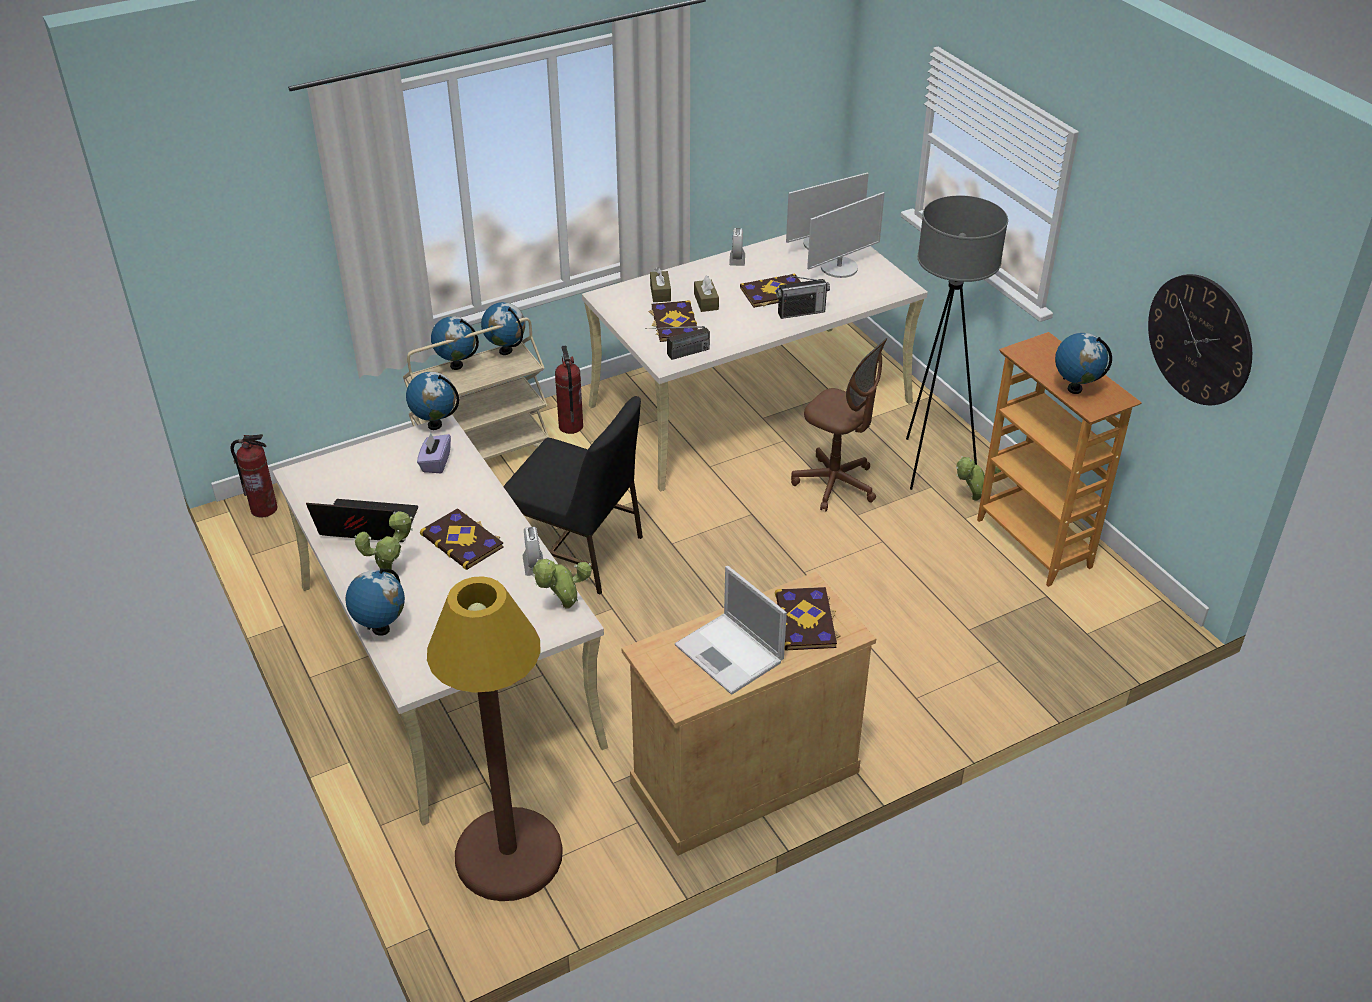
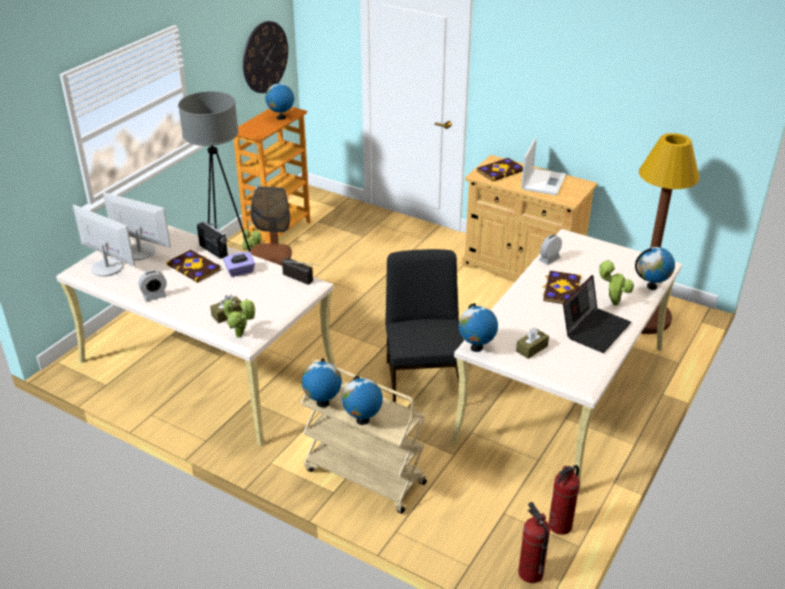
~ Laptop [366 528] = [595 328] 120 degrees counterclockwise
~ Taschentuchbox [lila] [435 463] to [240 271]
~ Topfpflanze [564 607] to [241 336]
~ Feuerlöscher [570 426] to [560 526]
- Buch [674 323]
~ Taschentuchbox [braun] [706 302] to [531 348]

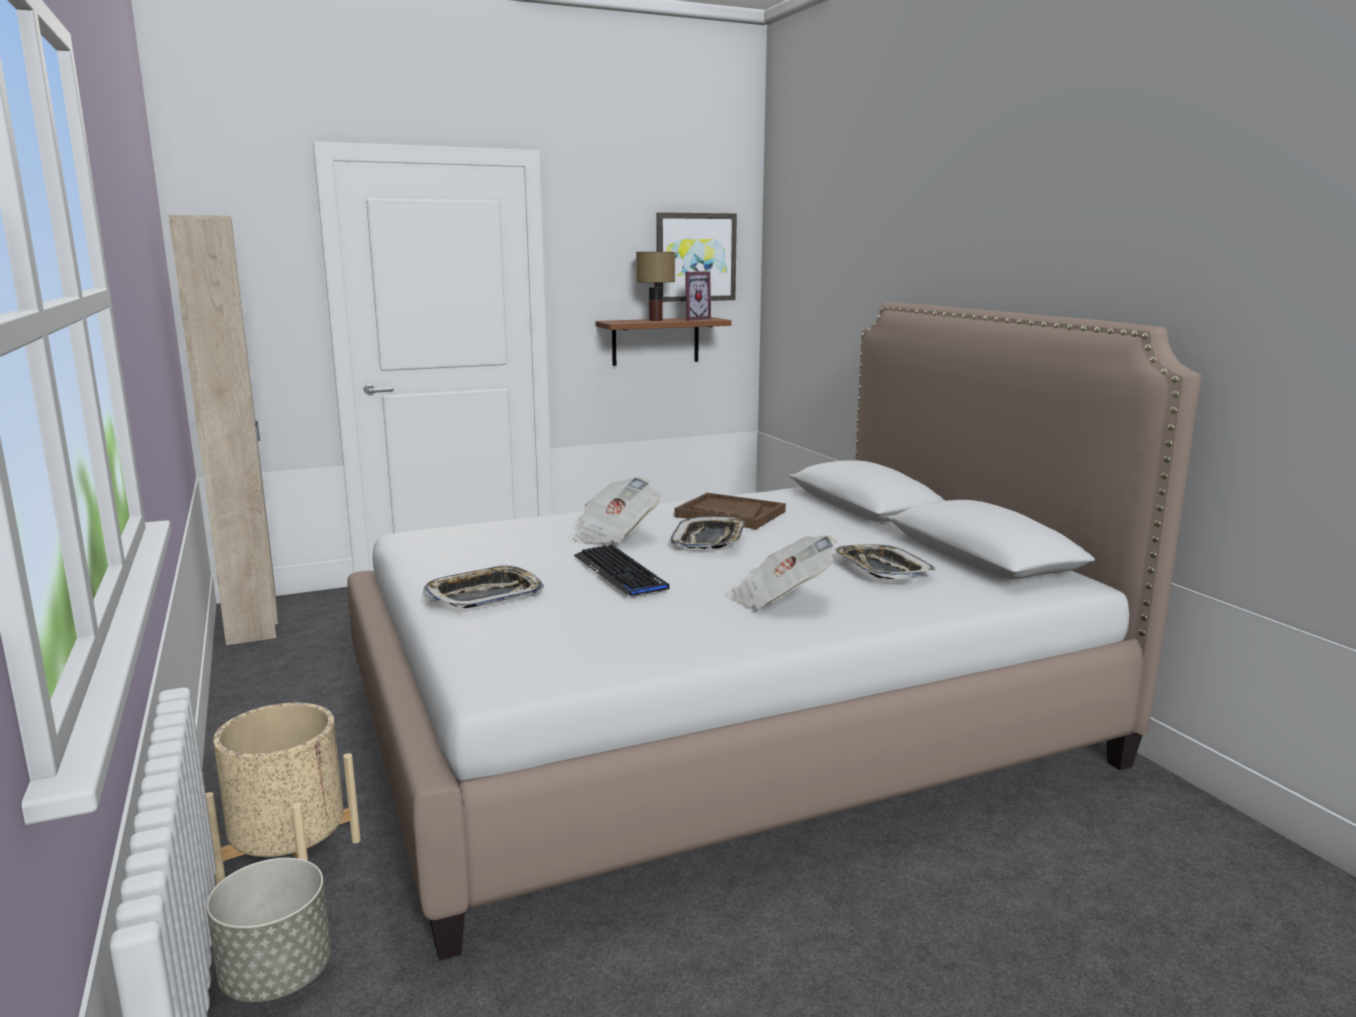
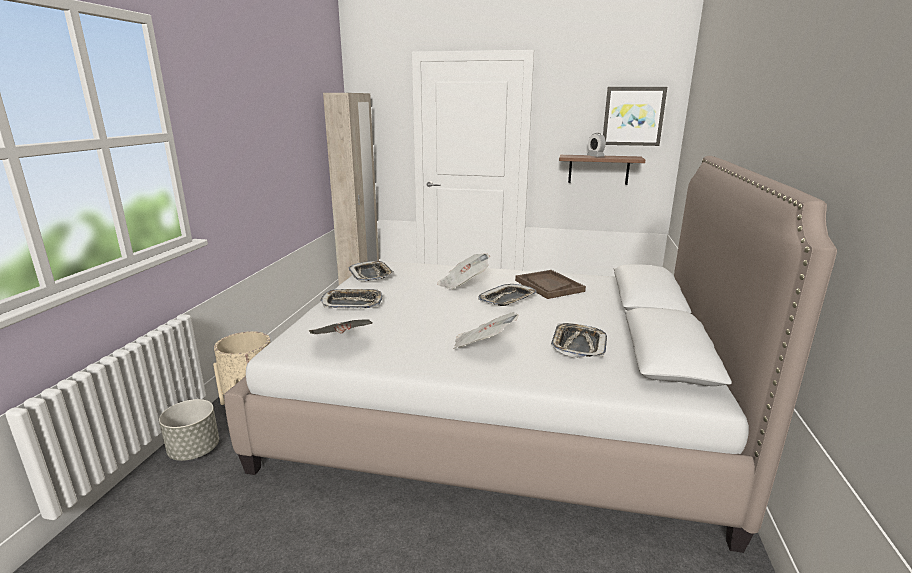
- Tastatur [620 572]
~ Tischlampe [656 320] to Wecker [595 156]
- Bilderrahmen [693 319]
+ Zeitung [342 343]
+ Tablett [371 275]

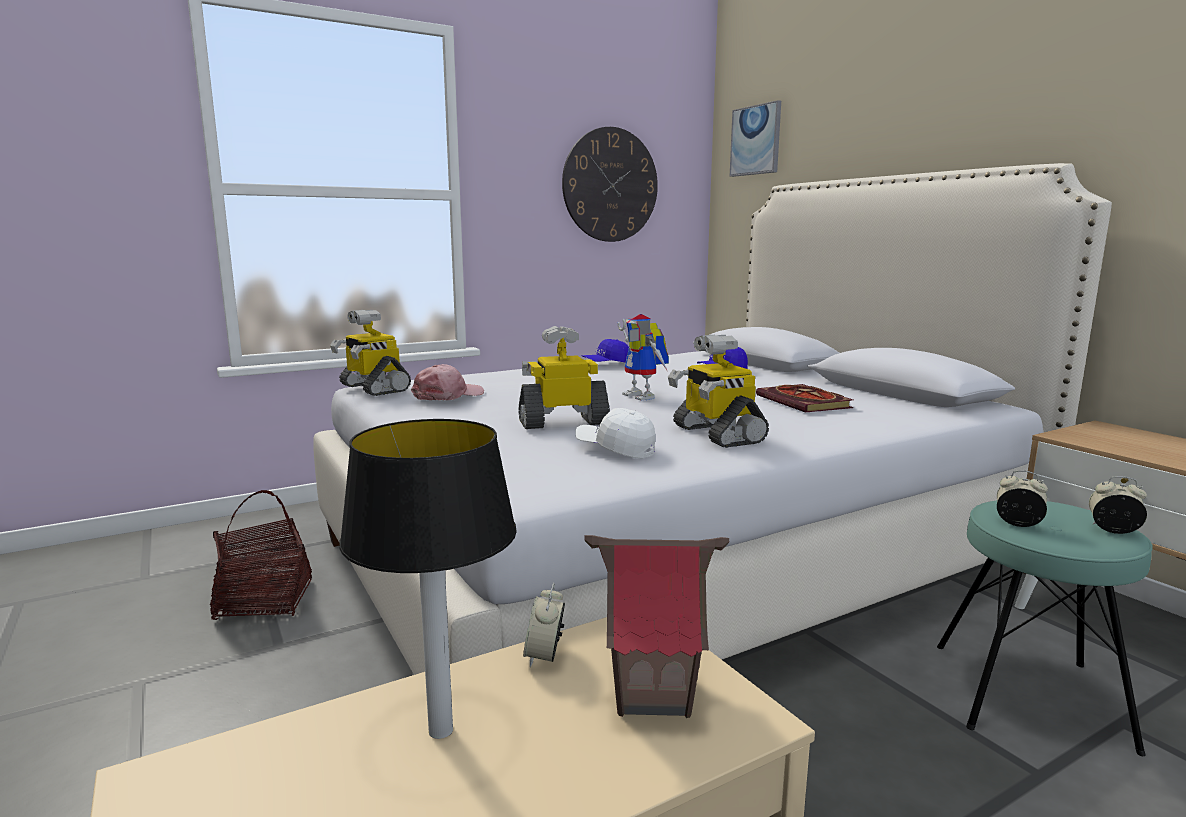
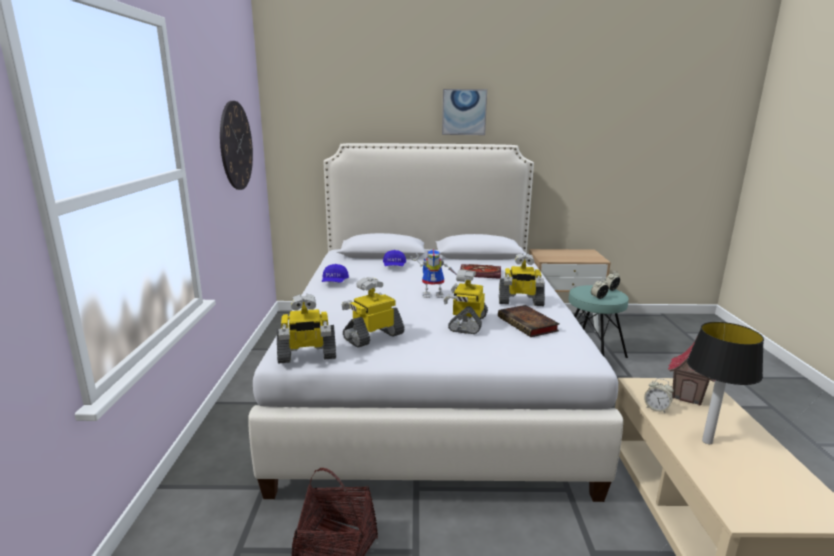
~ Kappe [rosa] [448 395] to Spielzeugroboter [373 336]
~ Kappe [weiß] [615 449] to Buch [529 325]
~ Bild [756 140] to [464 112]

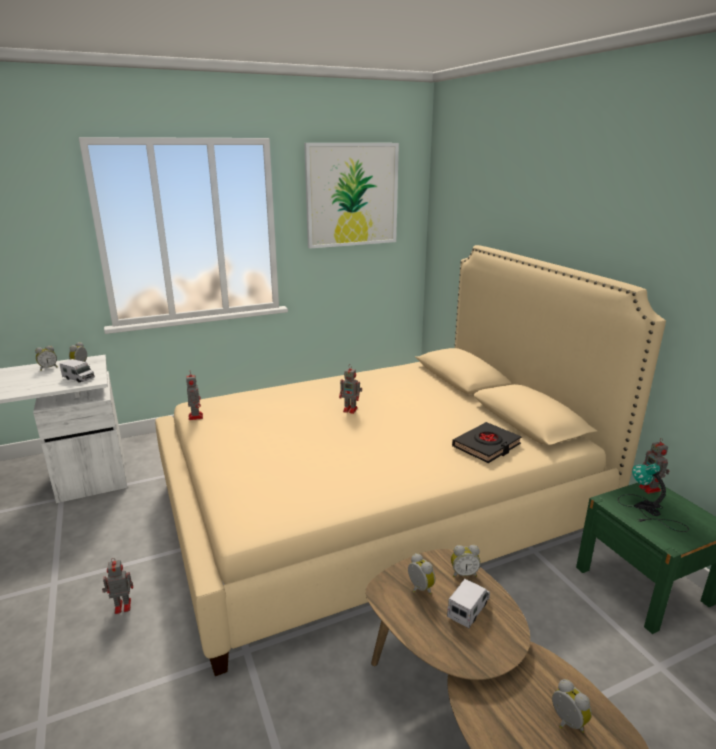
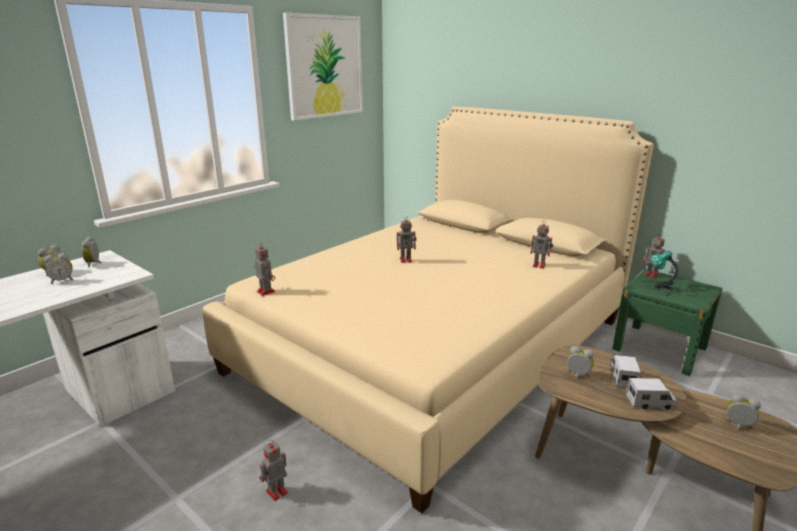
~ Spielzeuglaster [79 378] to [650 403]
~ Wecker [463 573] to [62 280]
~ Buch [schwarz] [486 446] to Spielzeugroboter [540 265]

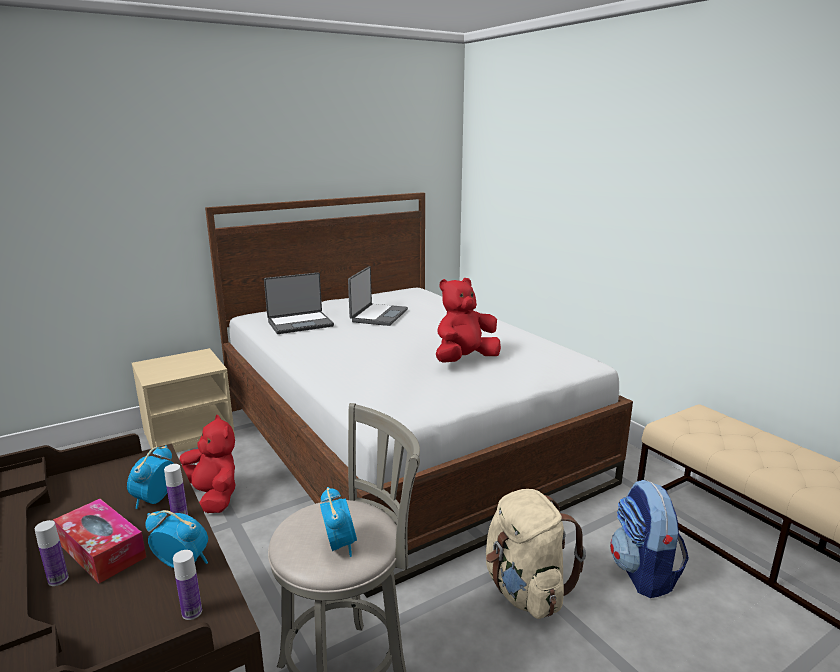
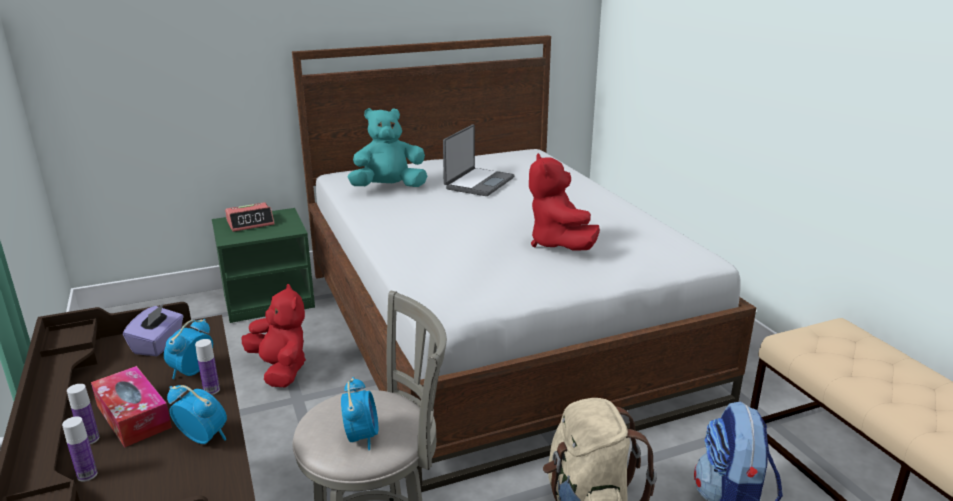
~ Nachttisch [beige] [189 433] to Nachttisch [grün] [269 299]
~ Flasche [192 612] to [87 475]
~ Laptop [300 323] to Plüschtier [türkis] [388 187]
~ Plüschtier [rot] [464 360] = [559 244] 75 degrees counterclockwise
+ Taschentuchbox [lila] [158 344]
+ Wecker [250 223]

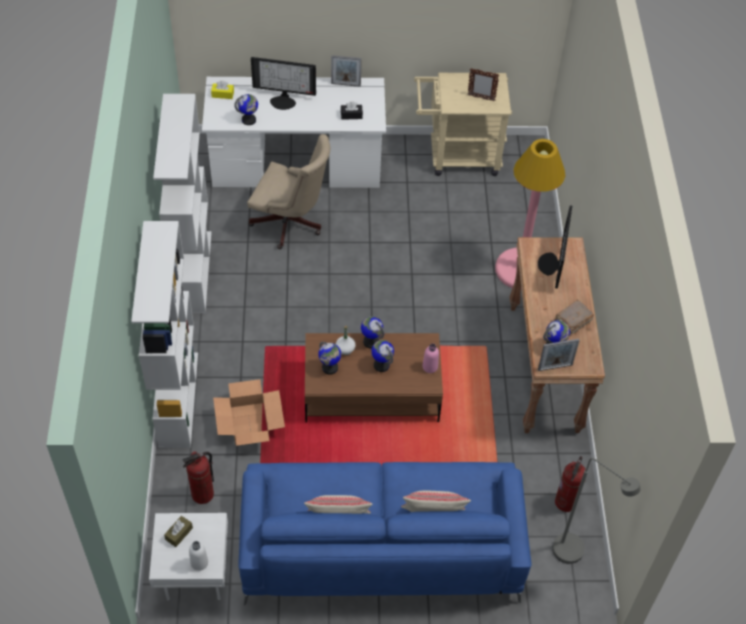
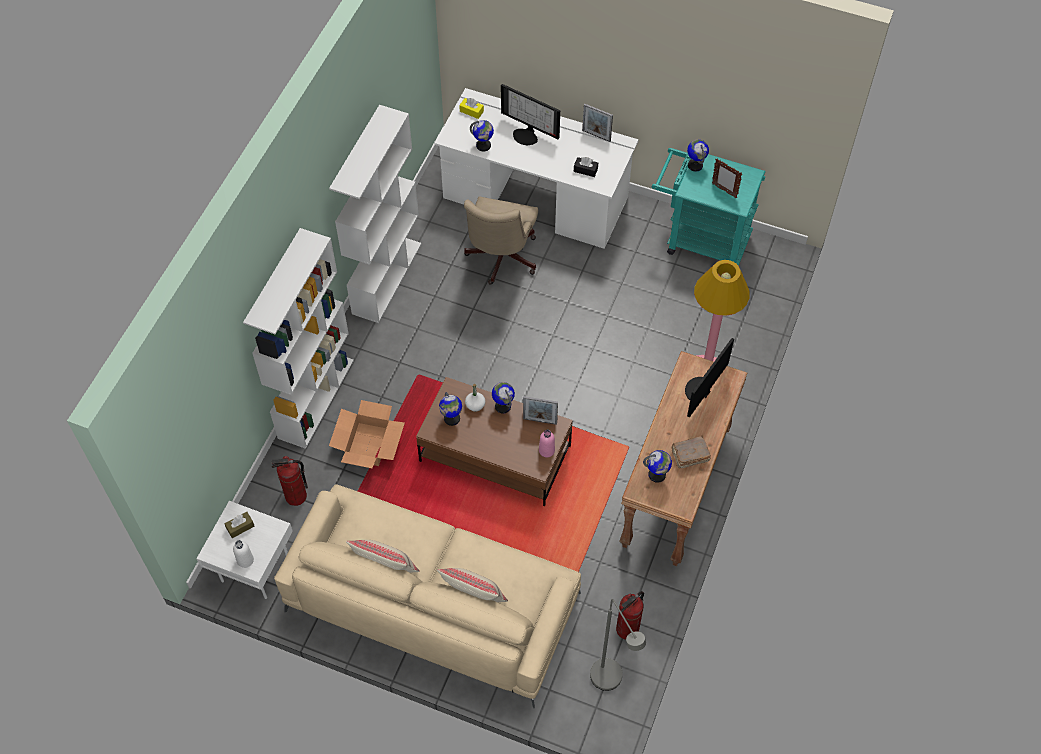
~ Sofa [blau] [380 544] to Sofa [beige] [432 603]
~ Bürostuhl [beige] [291 224] = [500 259] 60 degrees clockwise
~ Globus [381 365] to [695 165]
~ Rollwagen [beige] [457 156] to Rollwagen [türkis] [700 239]
~ Bilderrahmen [555 367] to [540 421]

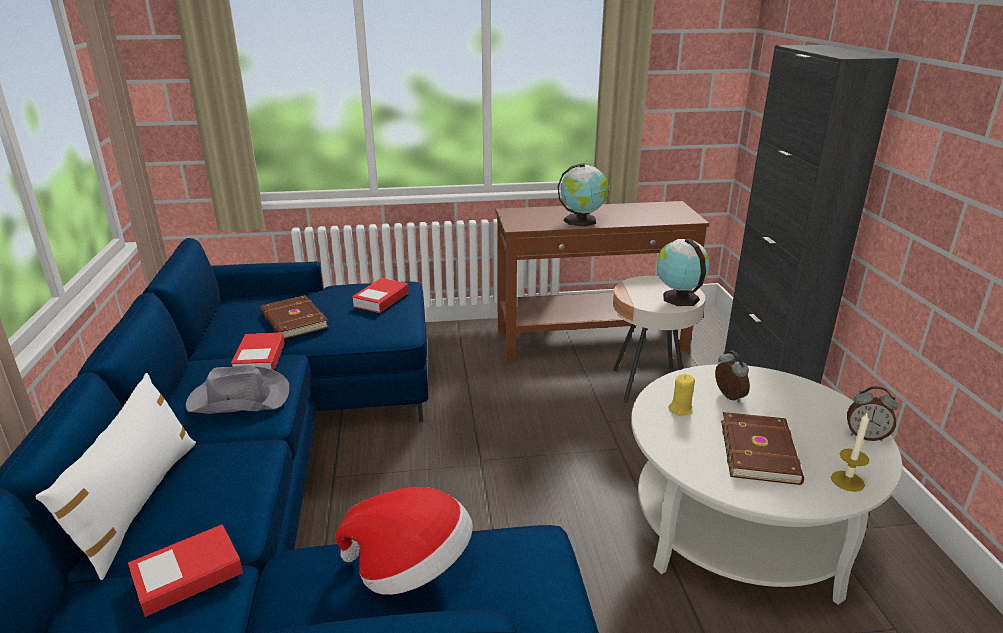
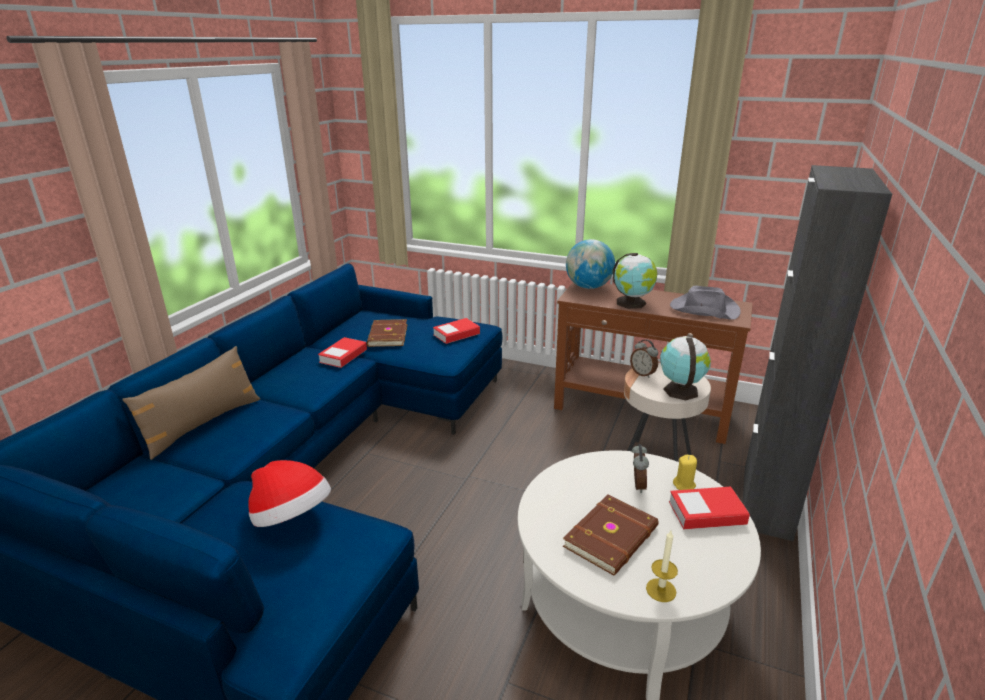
~ Kissen [weiß] [137 503] to Kissen [braun] [203 424]
~ Buch [188 576] to [707 513]
~ Hut [grau] [238 398] to [703 309]
~ Kerze [gelb] [680 409] to [684 485]
~ Wecker [865 436] to [643 374]
+ Globus [588 287]

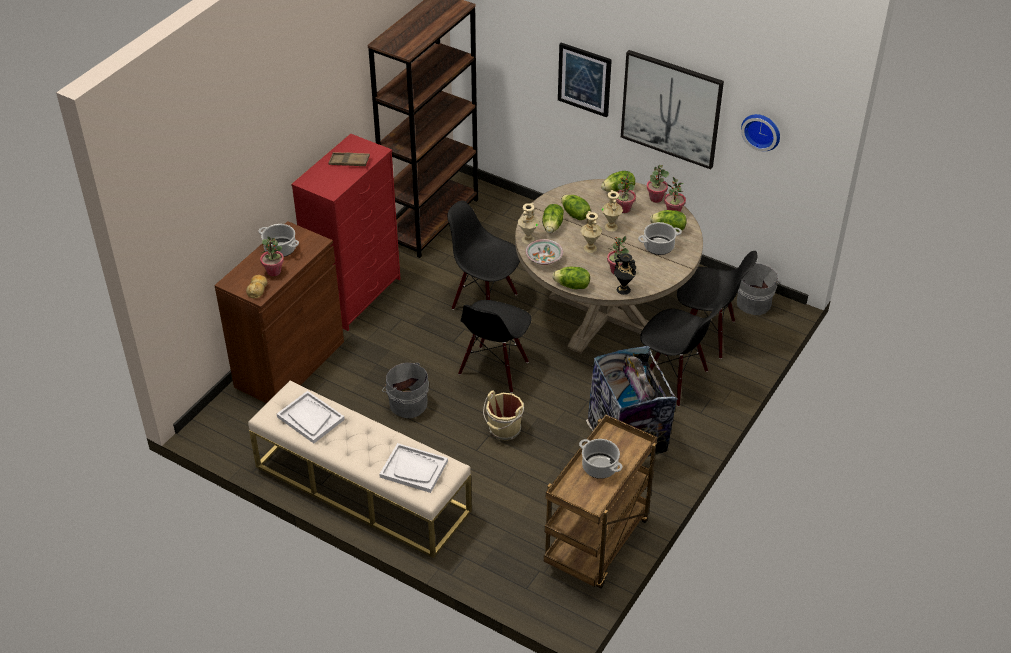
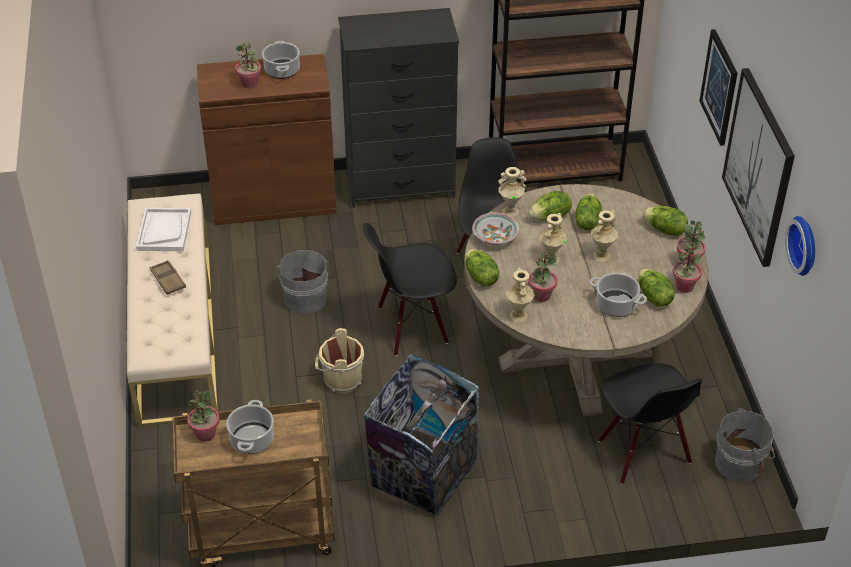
- Brot [257 289]
~ Kommode [rot] [356 295] to Kommode [schwarz] [401 185]
~ Tablett [braun] [349 162] to [168 280]
- Tablett [weiß] [414 469]
~ Vase [schwarz] [623 290] to Vase [beige] [518 315]
~ Topfpflanze [624 209] to [205 434]
- Stuhl [schwarz] [673 379]

